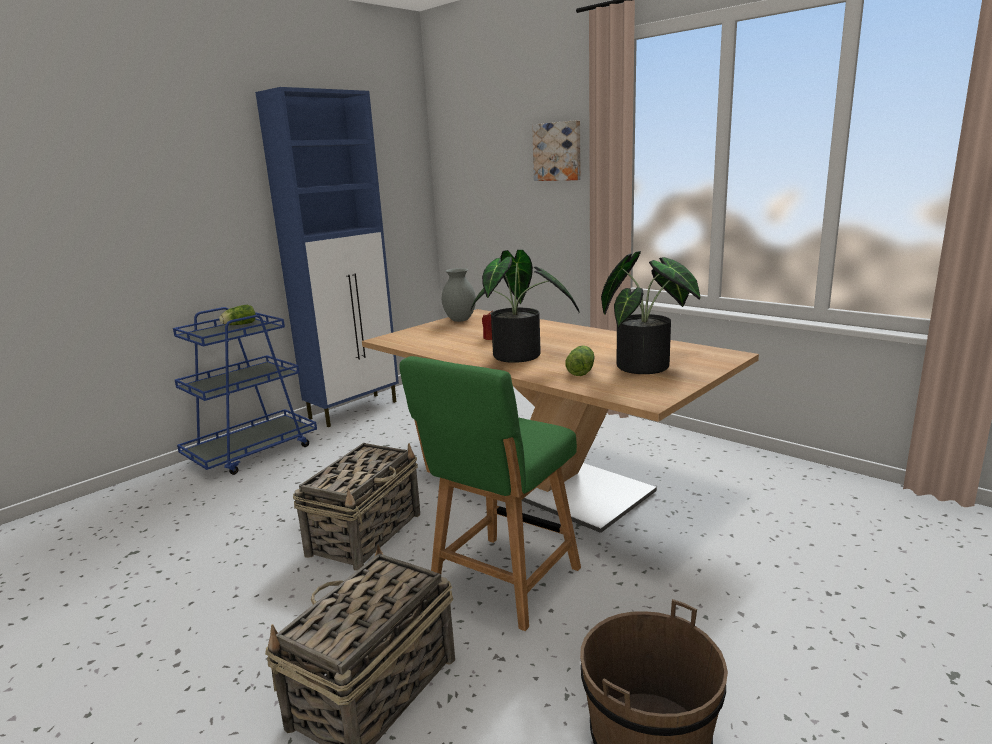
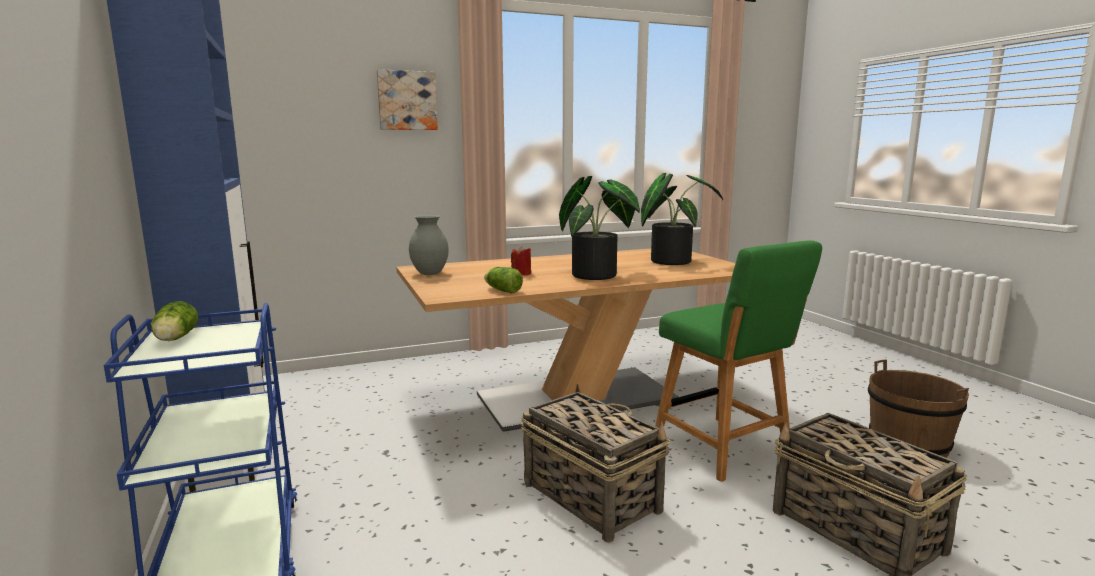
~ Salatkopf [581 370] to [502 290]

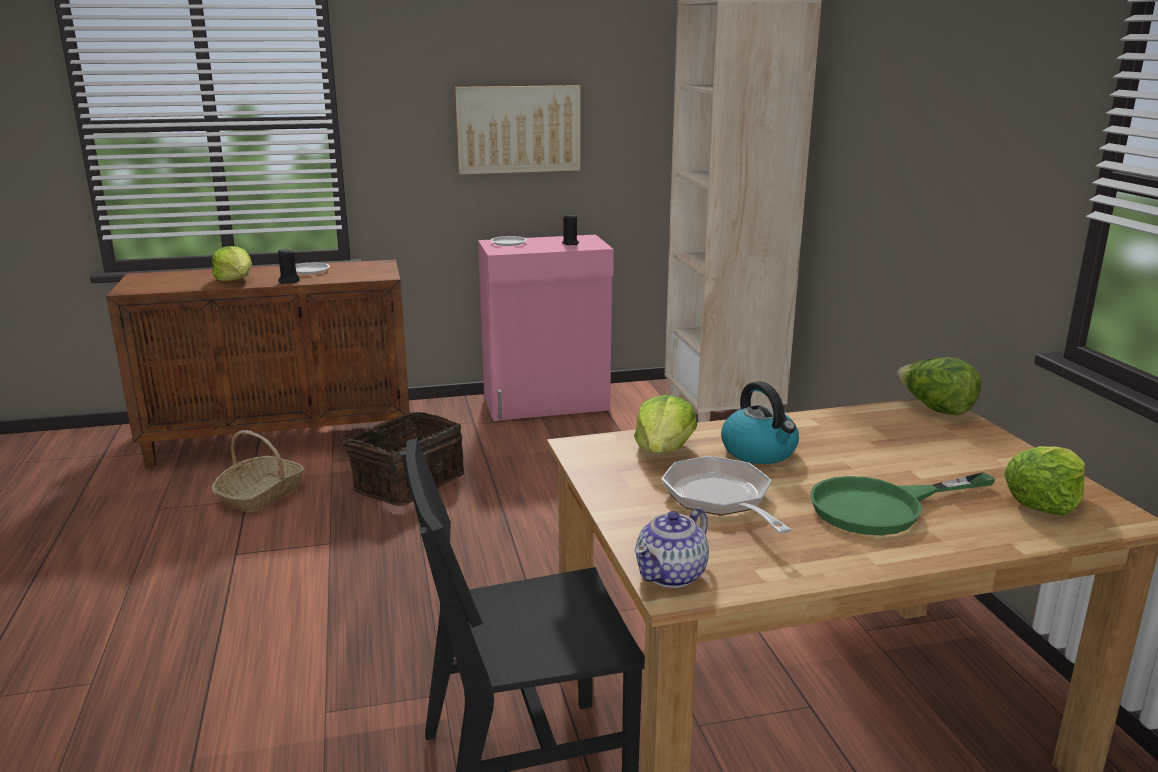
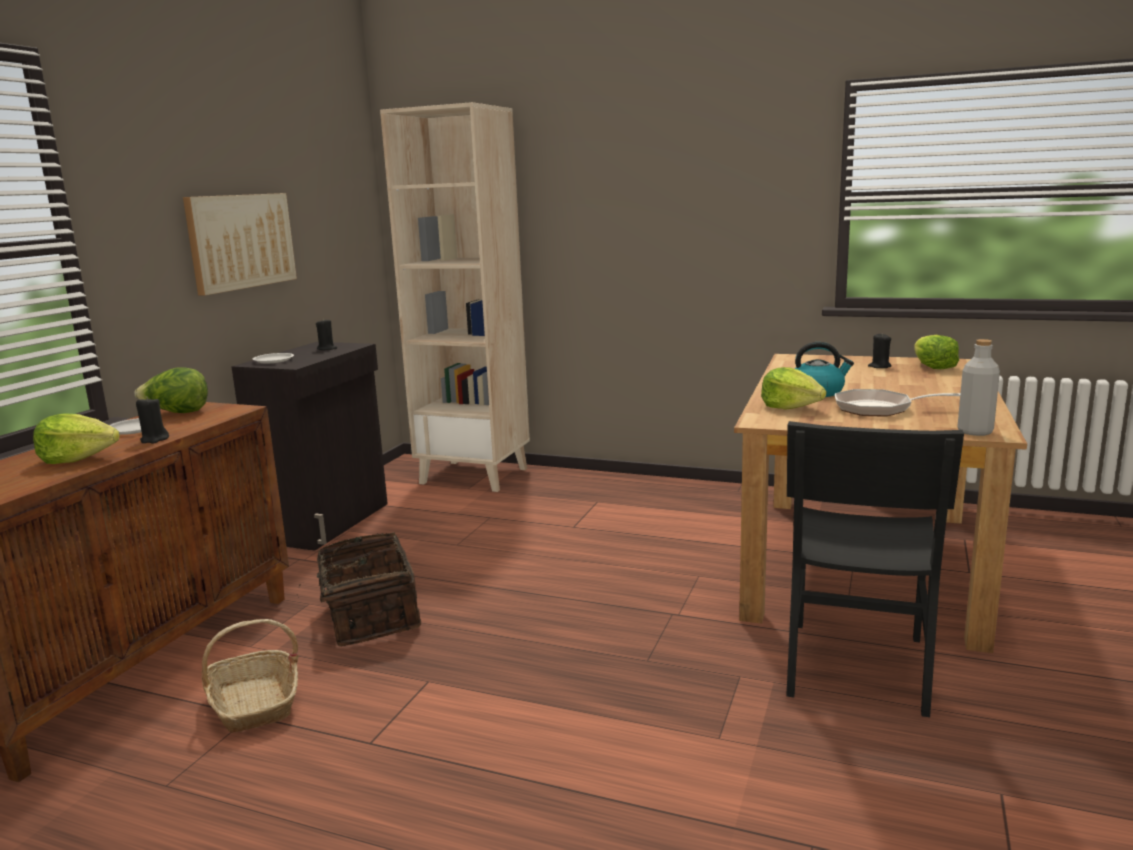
~ Schrank [rosa] [547 404] to Schrank [schwarz] [328 522]
~ Teekanne [672 574] to Flasche [grau] [975 431]
- Pfanne [grün] [882 507]
~ Salatkopf [935 409] to [177 413]
+ Kerze [schwarz] [879 366]

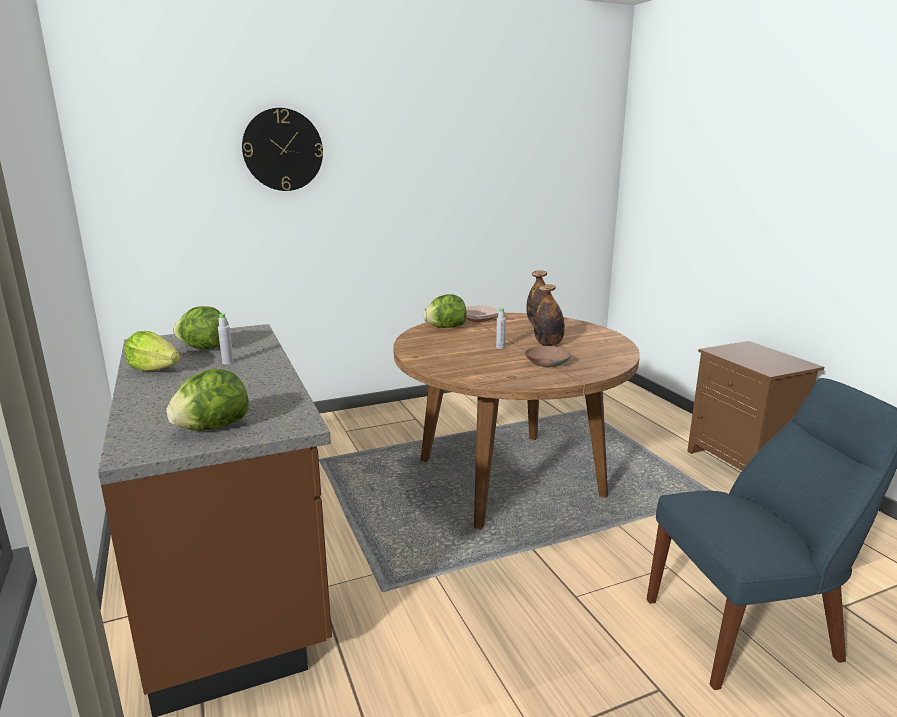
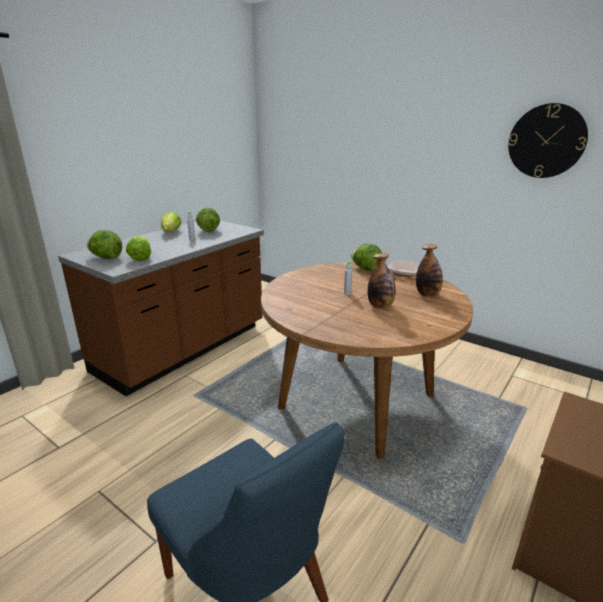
~ Wanduhr [283 150] to [546 141]
- Schüssel [braun] [546 362]
+ Salatkopf [140 258]

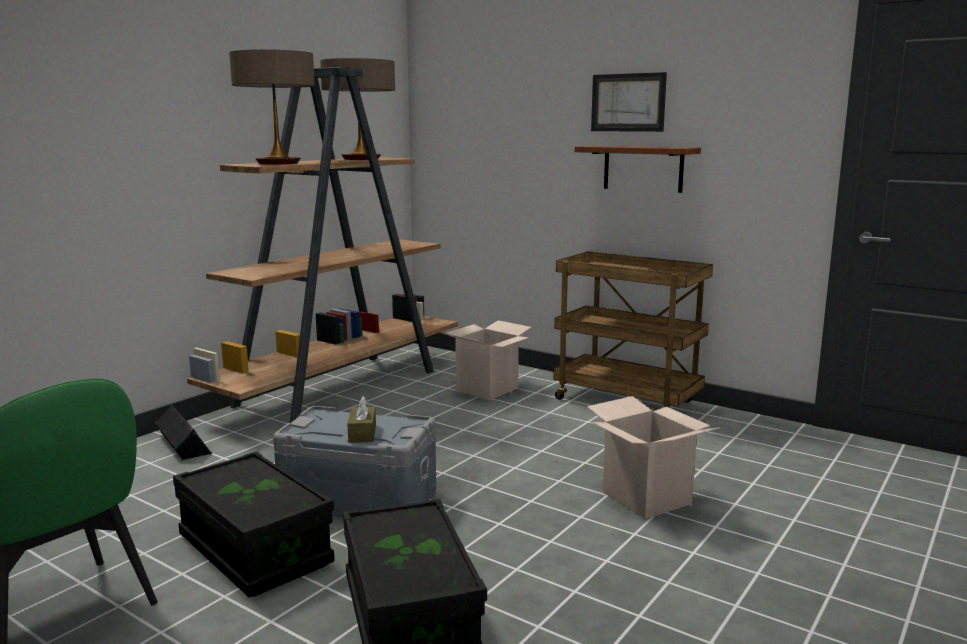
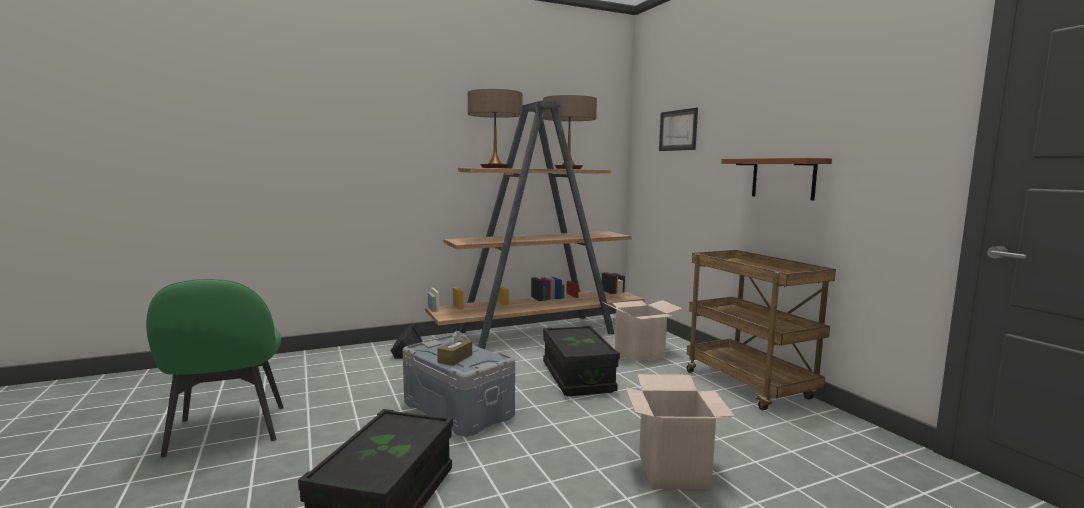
~ Aufbewahrungsbox [schwarz] [255 550] to [577 377]
~ Bild [628 102] to [678 130]

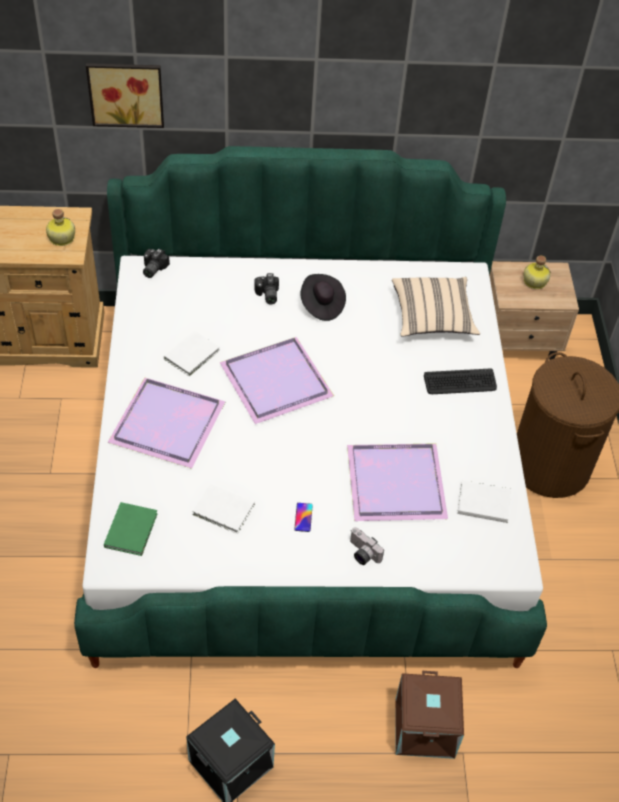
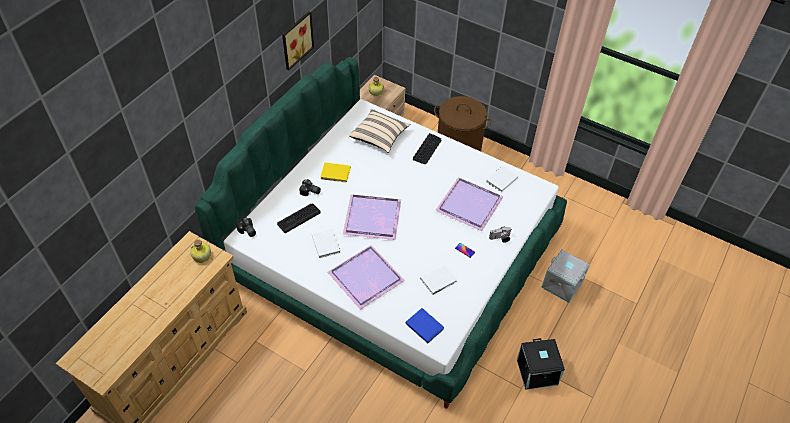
~ Bild [126 93] to [296 39]
~ Buch [grün] [132 529] to Buch [blau] [424 325]
~ Hut [schwarz] [321 305] to Buch [gelb] [336 173]
~ Aufbewahrungsbox [braun] [426 728] to Aufbewahrungsbox [grau] [562 284]
+ Tastatur [298 218]

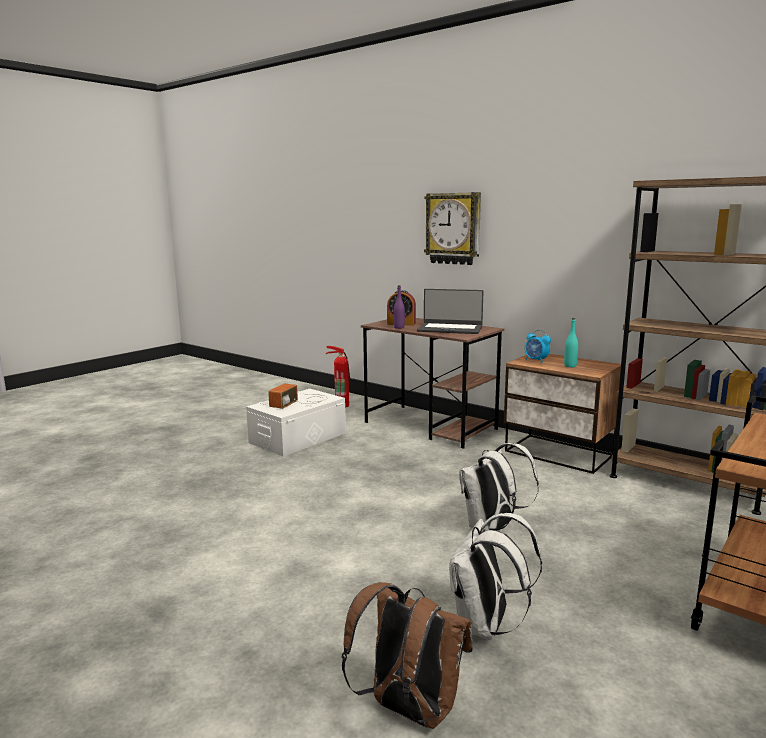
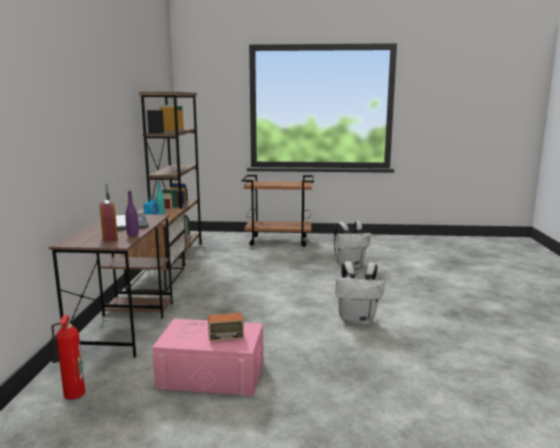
~ Aufbewahrungsbox [weiß] [298 438] to Aufbewahrungsbox [rosa] [212 374]
- Rucksack [braun] [408 710]
- Wanduhr [453 228]
~ Rucksack [weiß] [492 529] to [357 320]

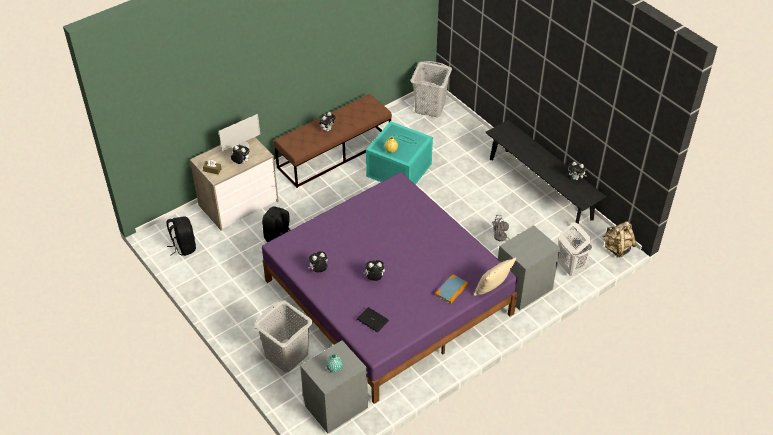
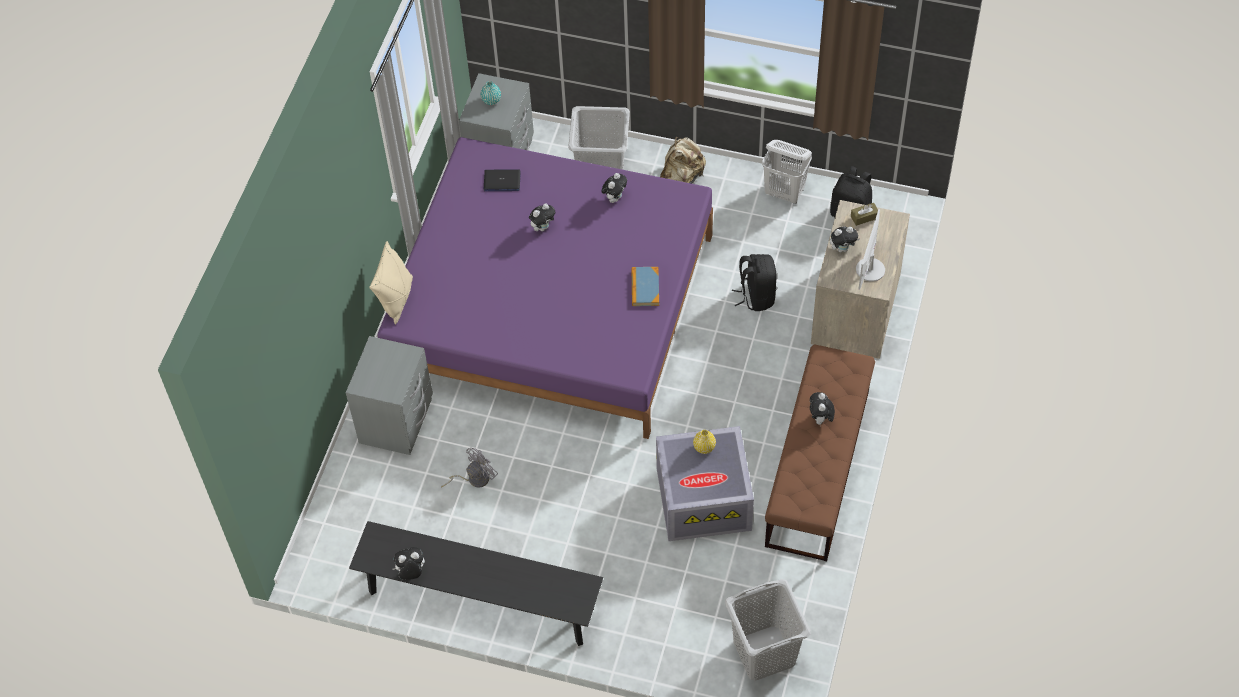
~ Aufbewahrungsbox [türkis] [398 170] to Aufbewahrungsbox [grau] [704 498]
~ Buch [451 290] to [645 288]
~ Wäschekorb [weiß] [570 267] to [785 193]
~ Rucksack [beige] [617 248] to [682 177]

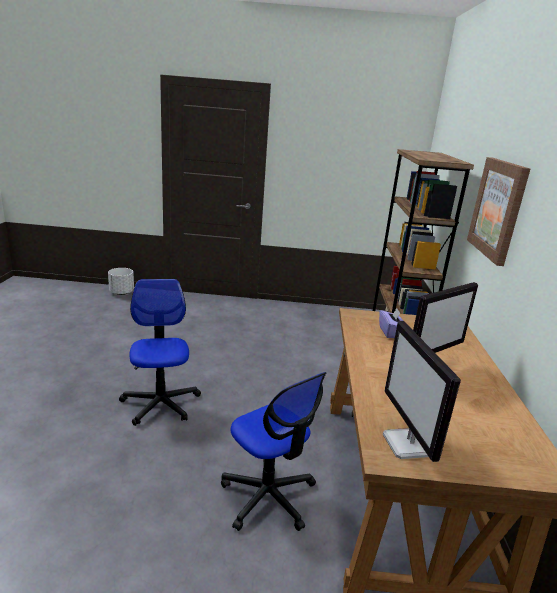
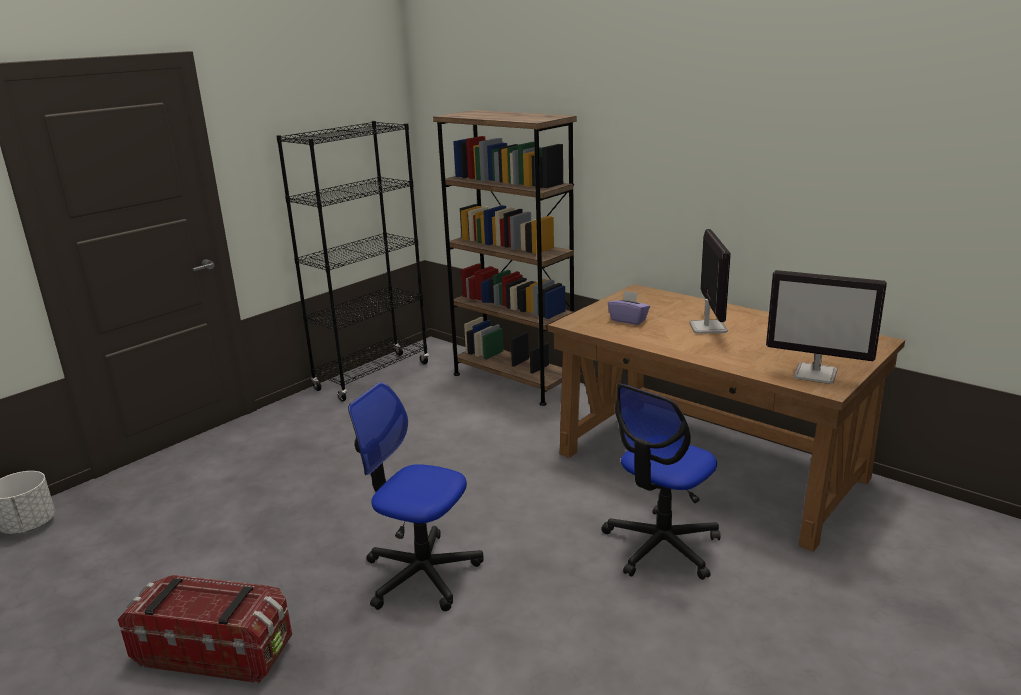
~ Bürostuhl [268 496] = [661 546] 135 degrees clockwise
- Bild [498 209]
+ Aufbewahrungsbox [215 651]
+ Bücherregal [schwarz] [372 376]

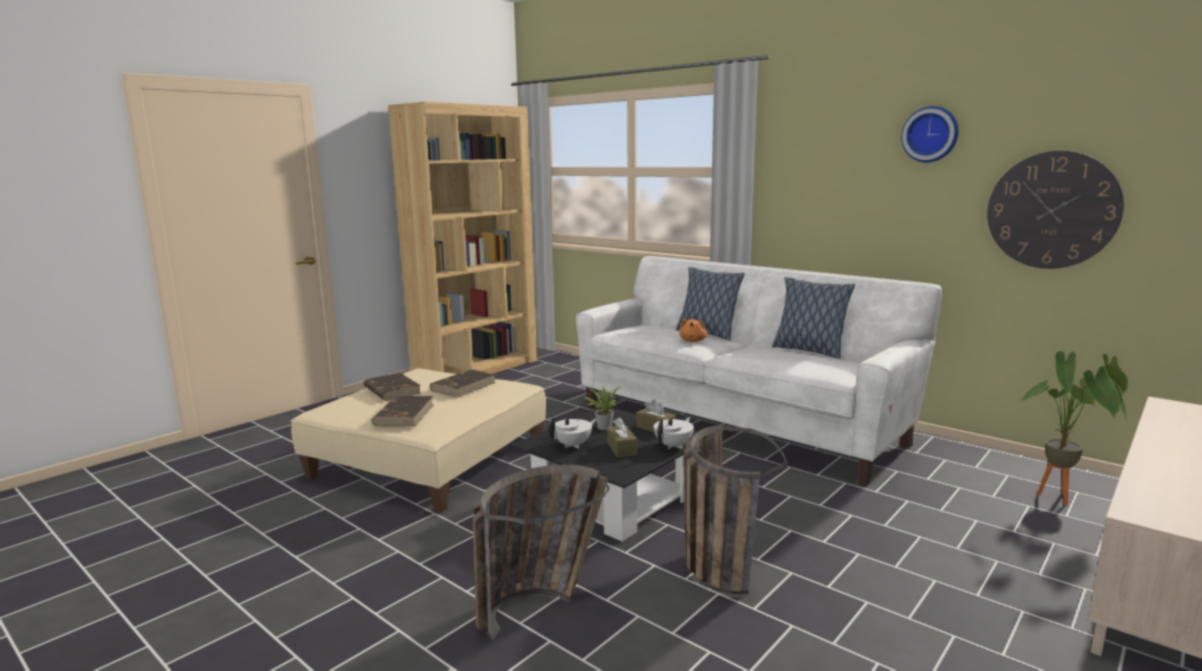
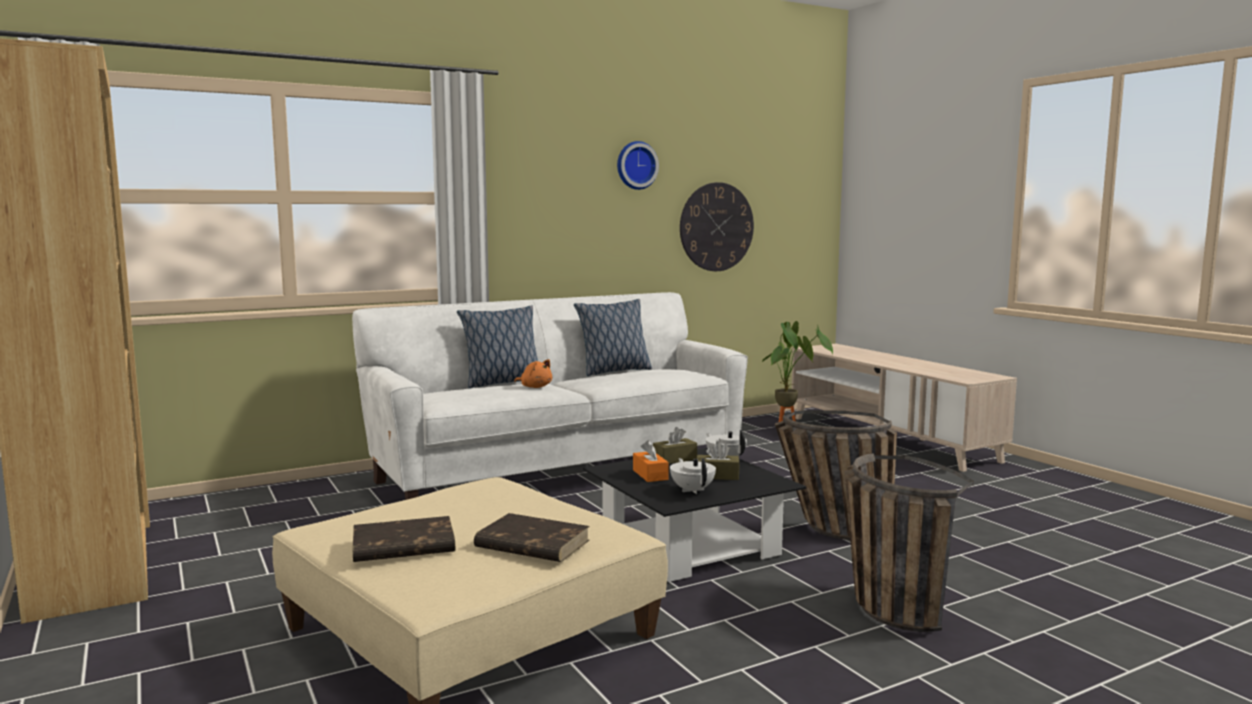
- Buch [braun] [463 386]
~ Topfpflanze [603 427] to Taschentuchbox [orange] [650 475]

